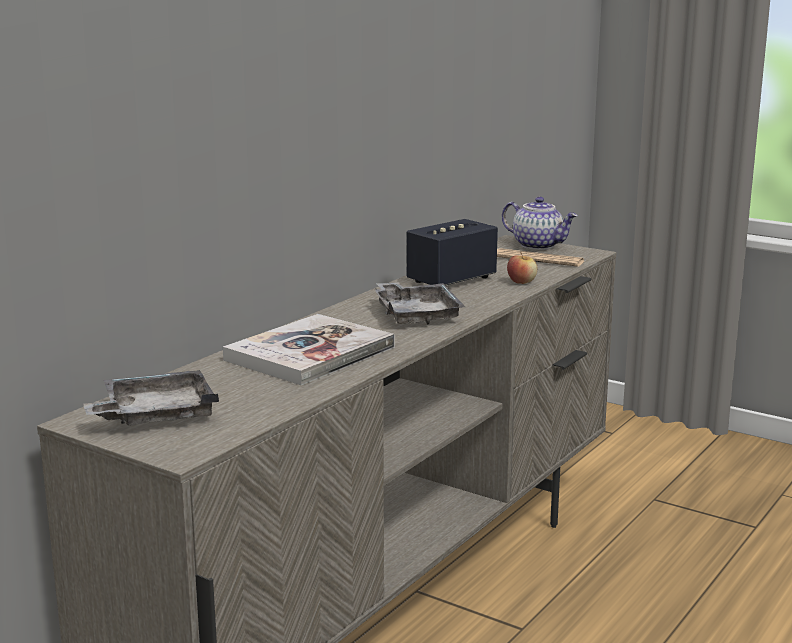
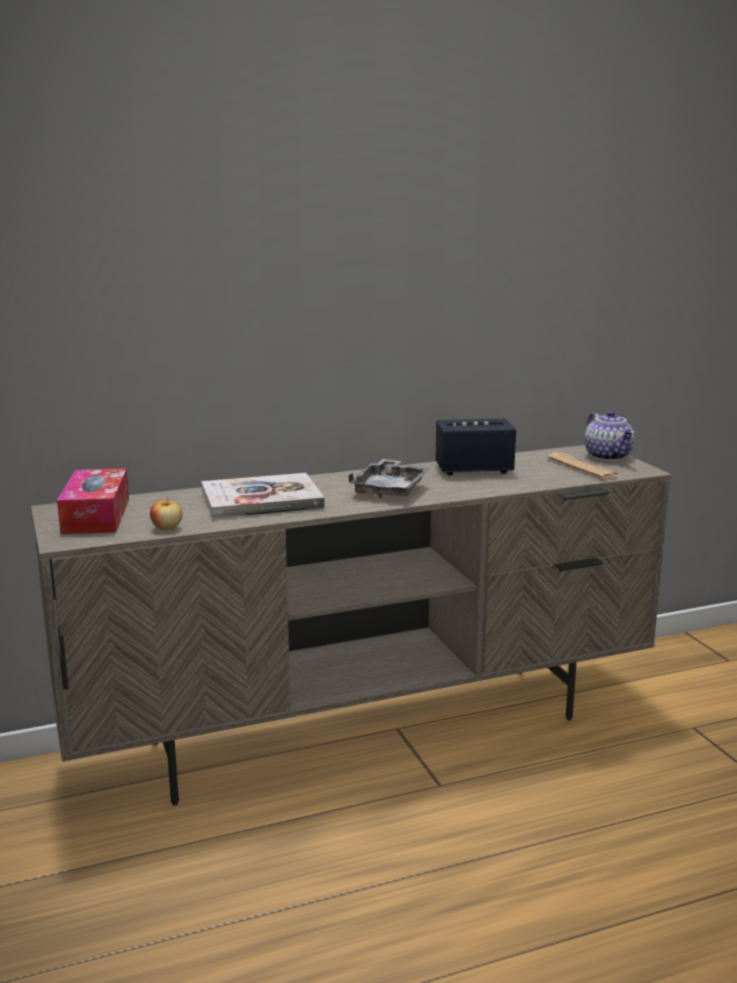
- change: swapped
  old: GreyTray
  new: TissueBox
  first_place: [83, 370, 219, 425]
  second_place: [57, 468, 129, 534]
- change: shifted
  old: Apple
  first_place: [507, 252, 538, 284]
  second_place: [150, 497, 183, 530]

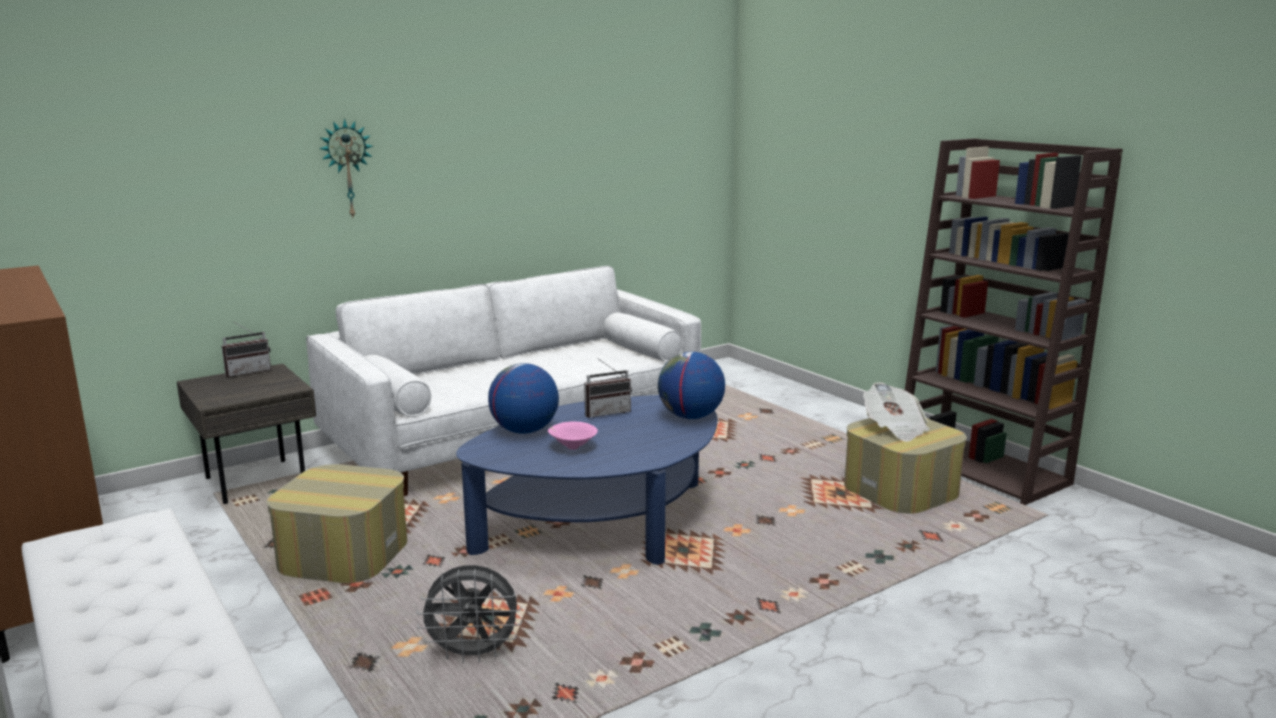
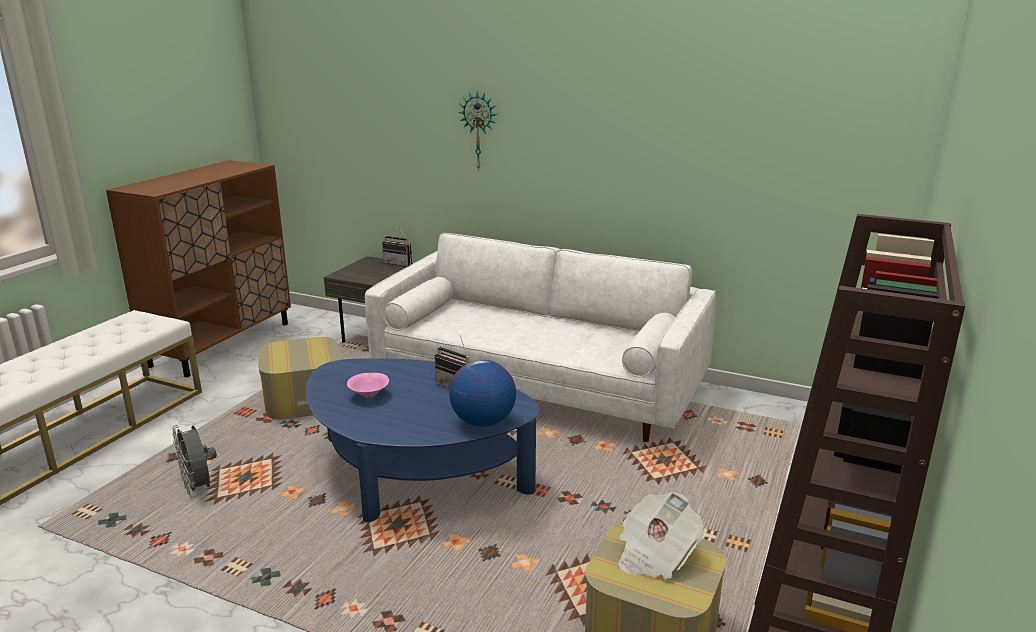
- change: gone
  old: Globe
  first_place: [488, 363, 559, 434]

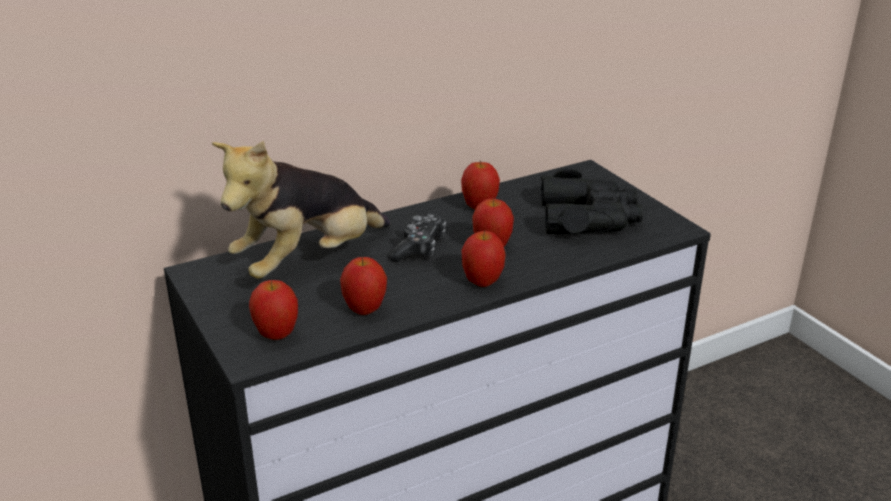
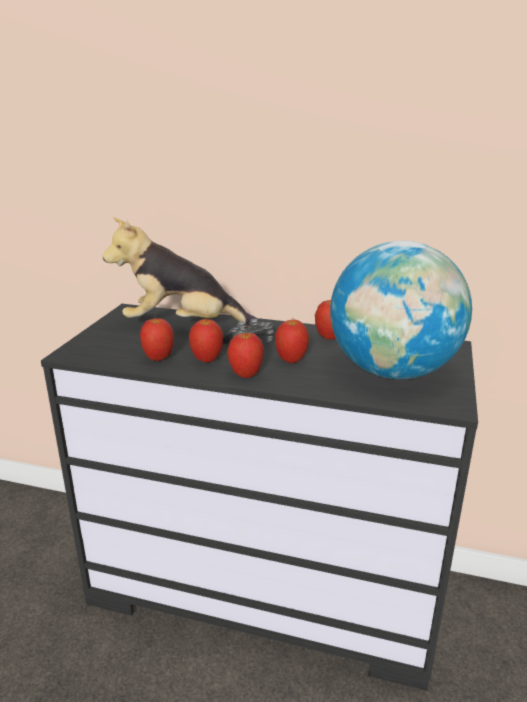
- change: shifted
  old: Apple
  first_place: [249, 280, 298, 340]
  second_place: [189, 317, 223, 363]
- change: swapped
  old: BlackBinoculars
  new: Globe
  first_place: [541, 168, 643, 234]
  second_place: [330, 241, 472, 379]

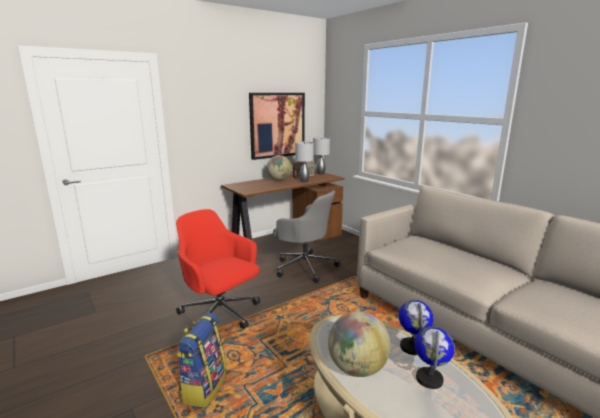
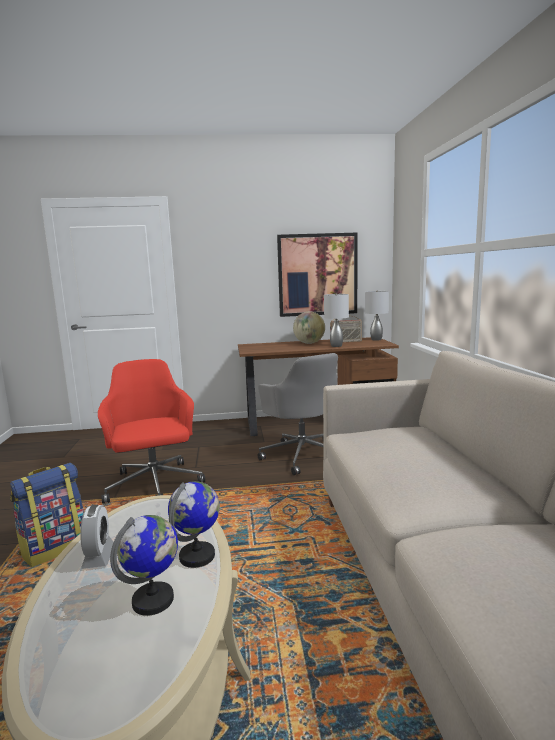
- change: swapped
  old: Globe
  new: AlarmClock
  first_place: [328, 311, 391, 377]
  second_place: [80, 505, 114, 569]

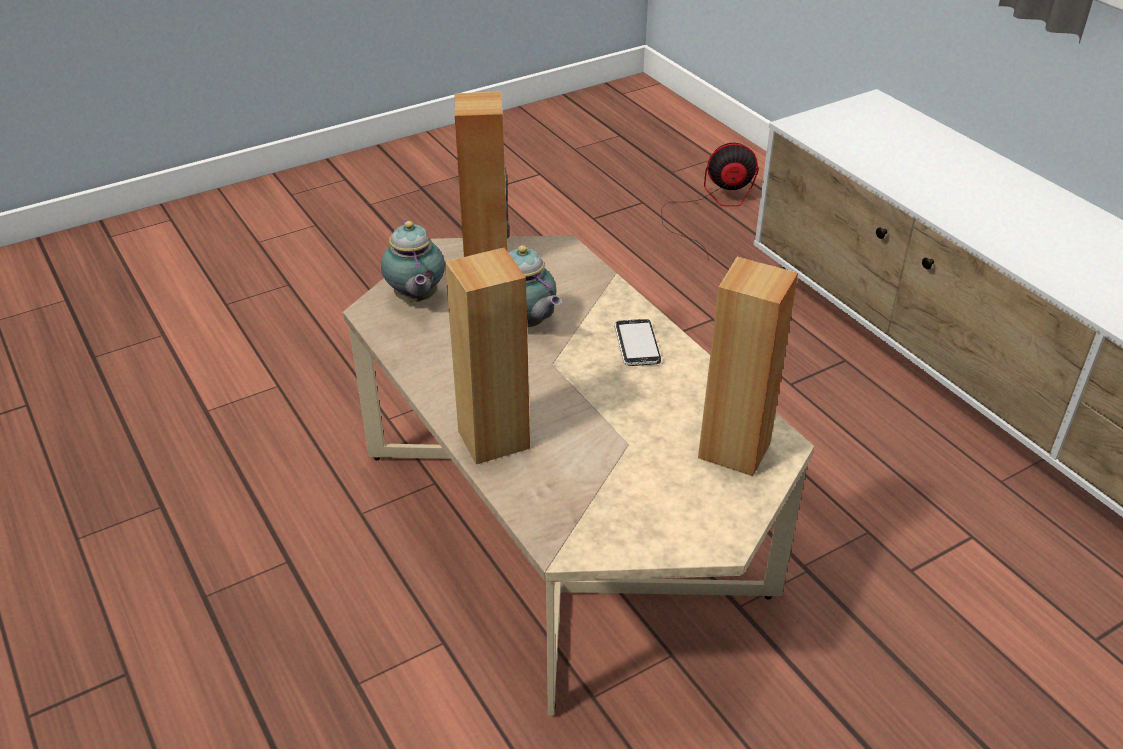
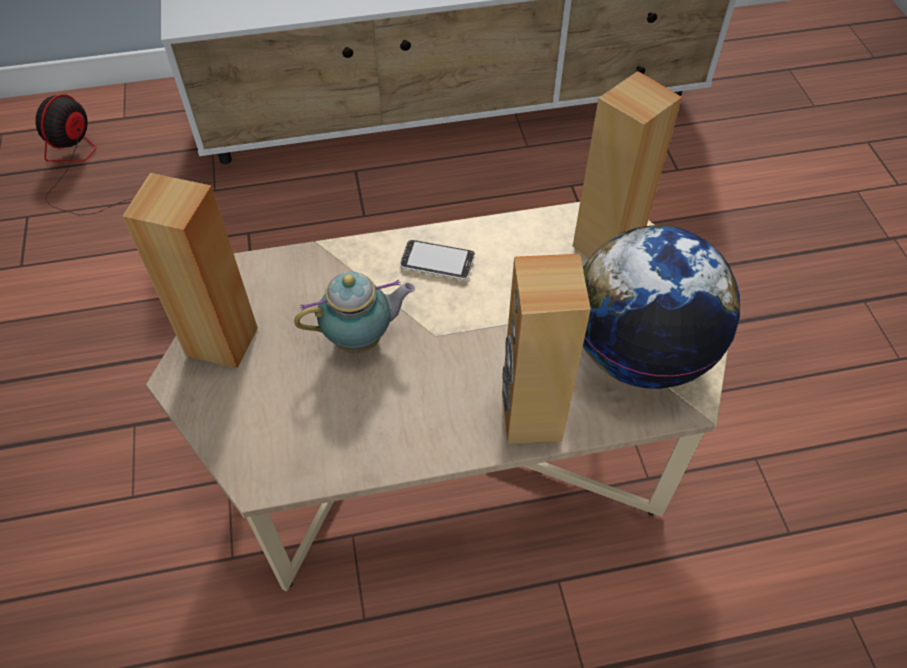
- change: new
  new: Globe
  second_place: [583, 225, 740, 389]
- change: gone
  old: Teapot
  first_place: [381, 220, 445, 302]

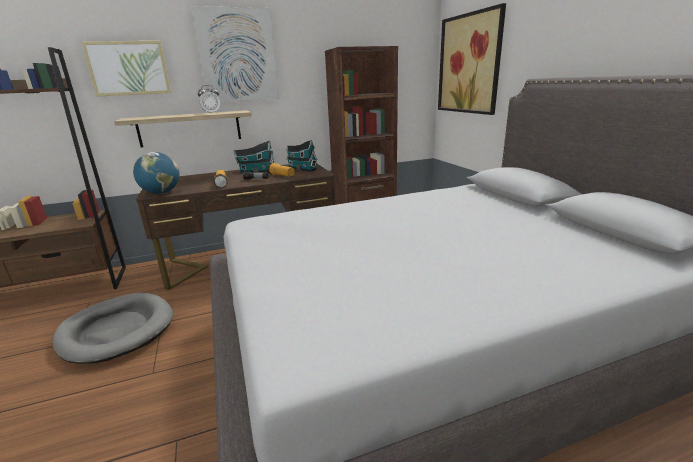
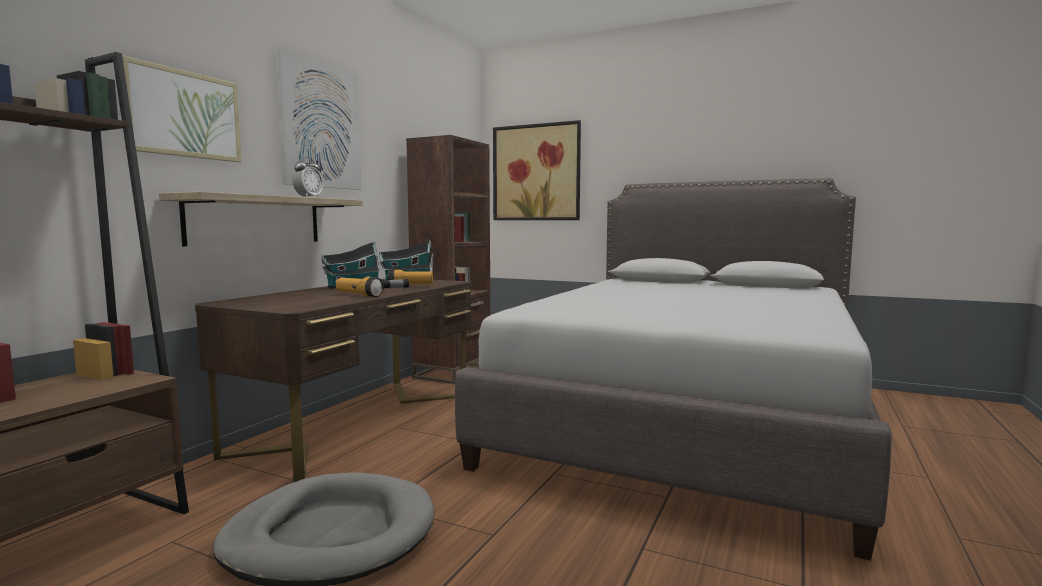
- change: gone
  old: Globe
  first_place: [133, 152, 180, 194]

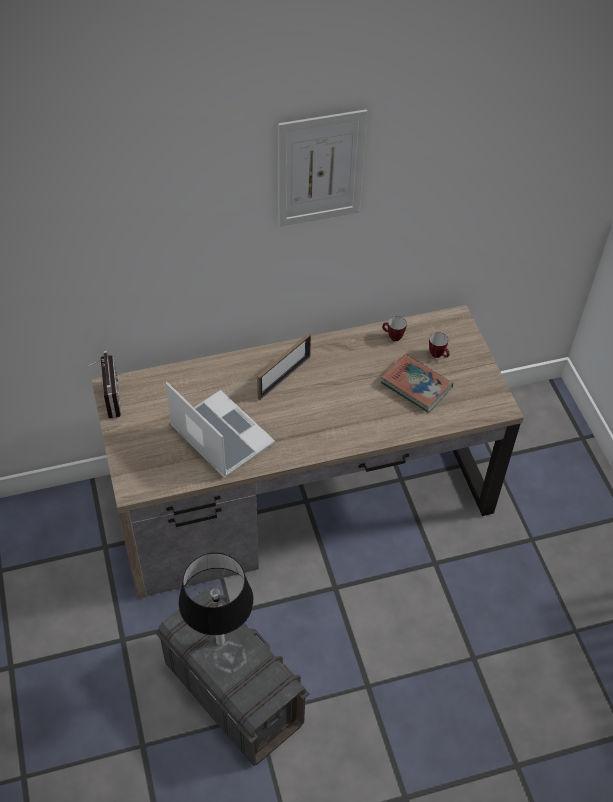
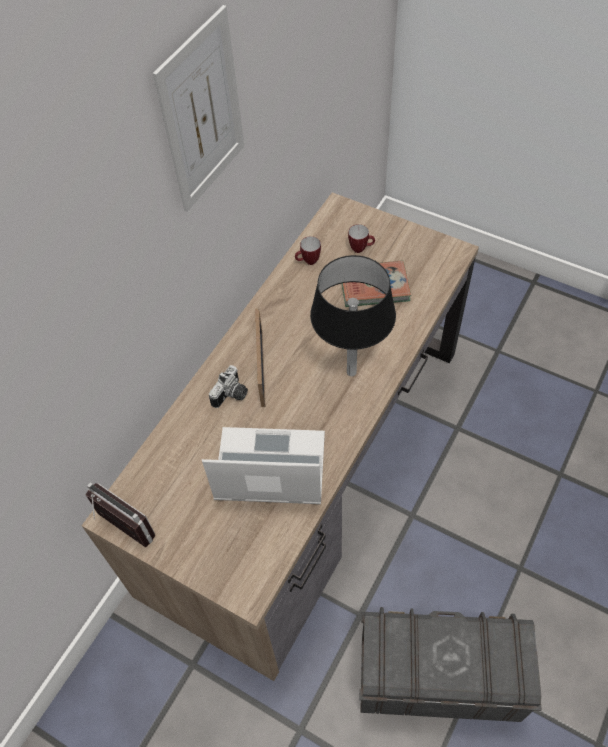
- change: new
  new: PhotoCamera
  second_place: [209, 365, 248, 408]
- change: shifted
  old: BlackTableLamp
  first_place: [178, 553, 254, 645]
  second_place: [310, 255, 396, 376]

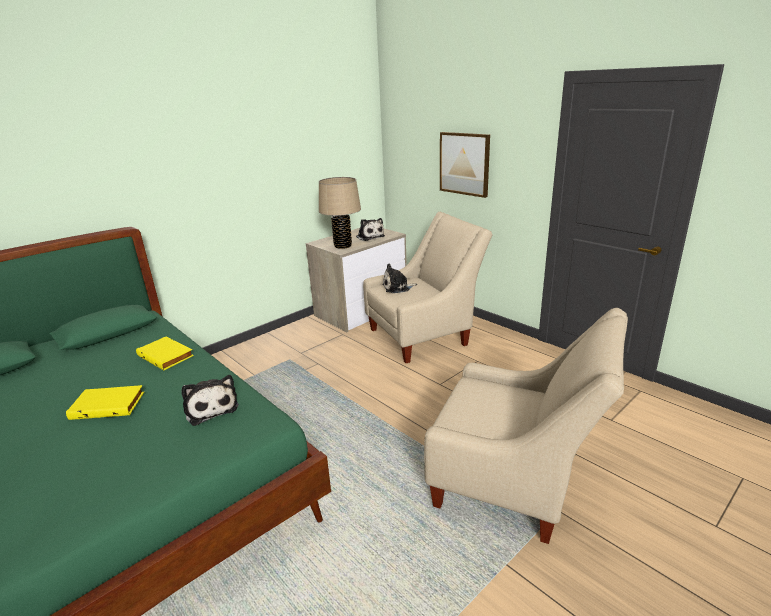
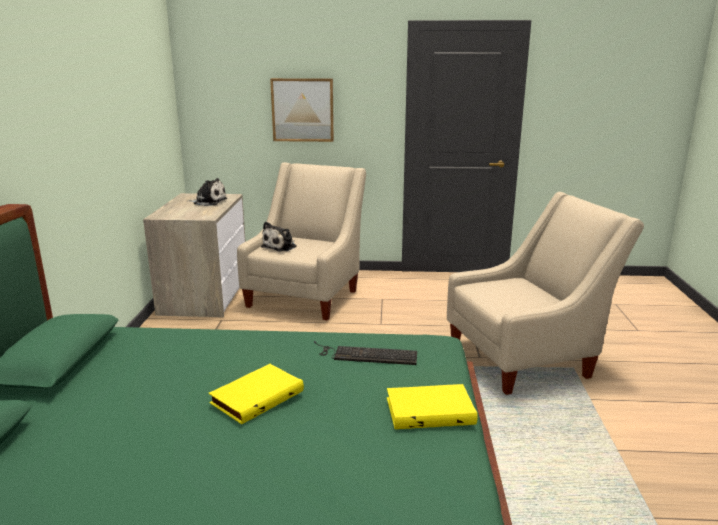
- change: swapped
  old: PlushToy
  new: Keyboard
  first_place: [182, 375, 239, 426]
  second_place: [314, 341, 417, 365]
- change: shifted
  old: YellowBook
  first_place: [136, 337, 194, 370]
  second_place: [387, 384, 477, 429]
- change: gone
  old: BeigeTableLamp
  first_place: [319, 177, 361, 249]

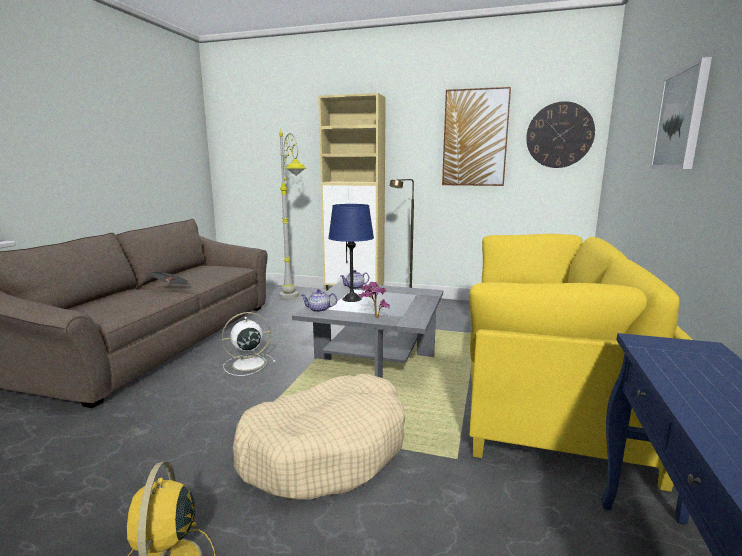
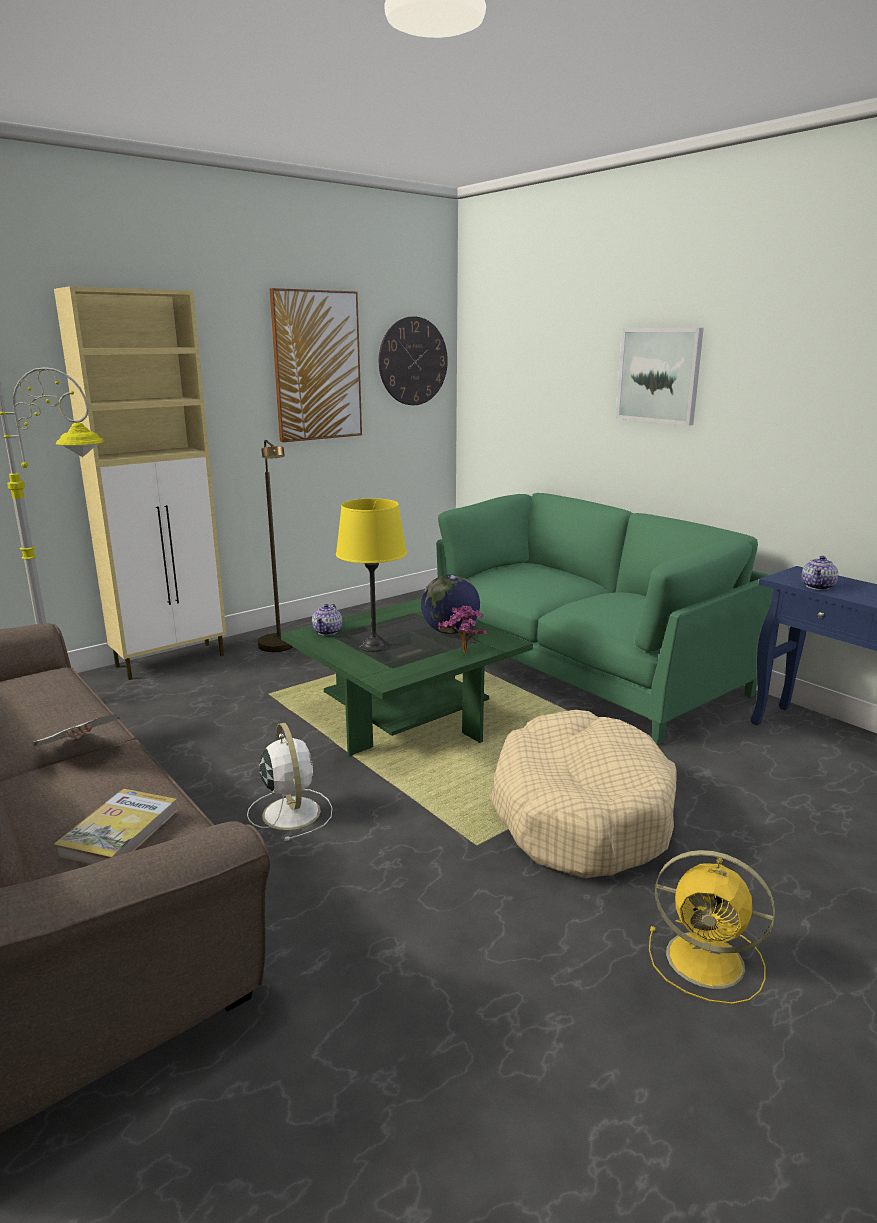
- change: new
  new: Book
  second_place: [54, 789, 178, 864]
- change: rotated
  old: WhiteFan
  first_place: [221, 312, 276, 376]
  second_place: [247, 723, 333, 841]
  degrees: 150
- change: repainted
  old: GreyCoffeeTable
  new: GreenCoffeeTable
  first_place: [292, 282, 443, 378]
  second_place: [281, 598, 533, 757]
- change: repainted
  old: BlueTableLamp
  new: YellowTableLamp
  first_place: [328, 204, 374, 302]
  second_place: [336, 498, 407, 652]
- change: new
  new: Globe
  second_place: [421, 574, 480, 634]
- change: repainted
  old: YellowSofa
  new: GreenSofa
  first_place: [469, 234, 693, 492]
  second_place: [436, 493, 773, 745]
- change: shifted
  old: Teapot
  first_place: [301, 289, 337, 312]
  second_place: [801, 556, 838, 590]

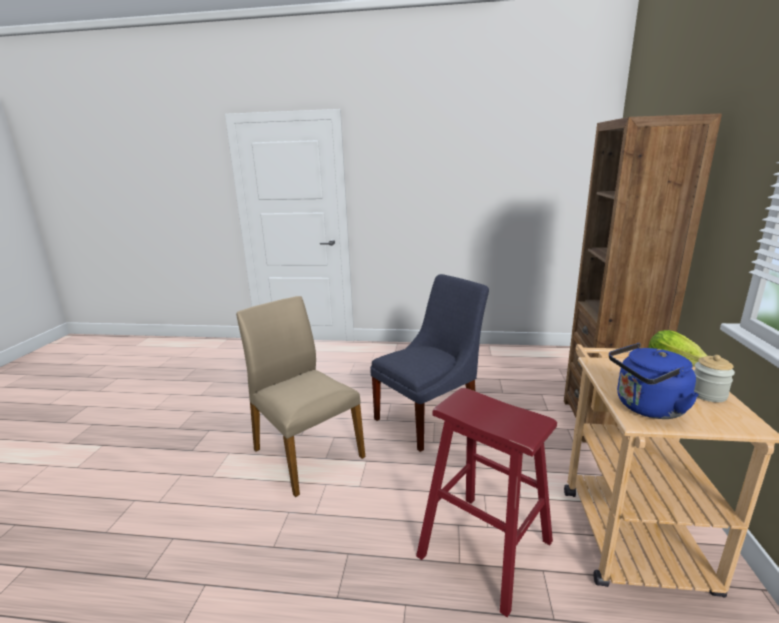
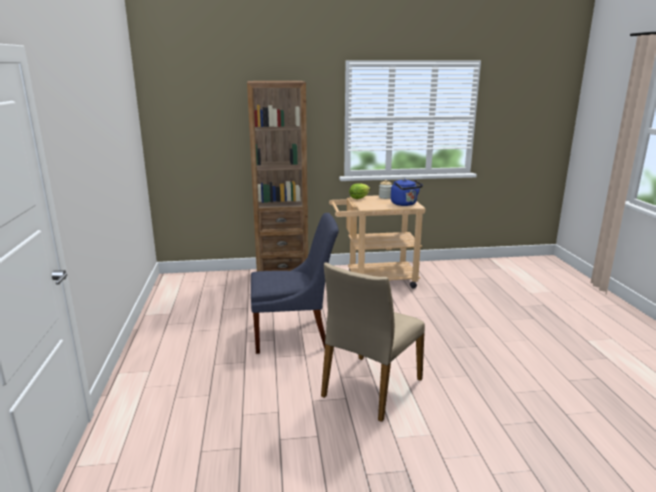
- change: rotated
  old: BlueChair
  first_place: [370, 274, 489, 452]
  second_place: [251, 213, 339, 354]
  degrees: 135
- change: gone
  old: RedStool
  first_place: [416, 388, 557, 617]

